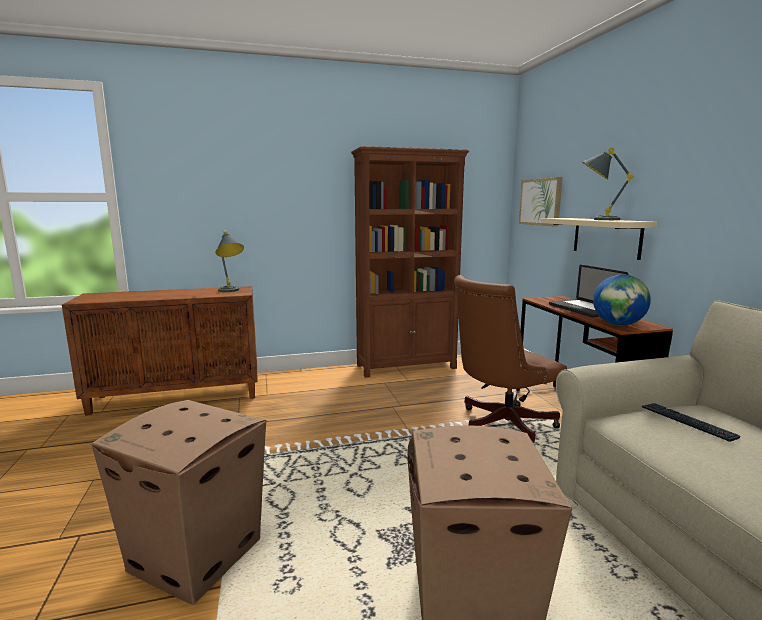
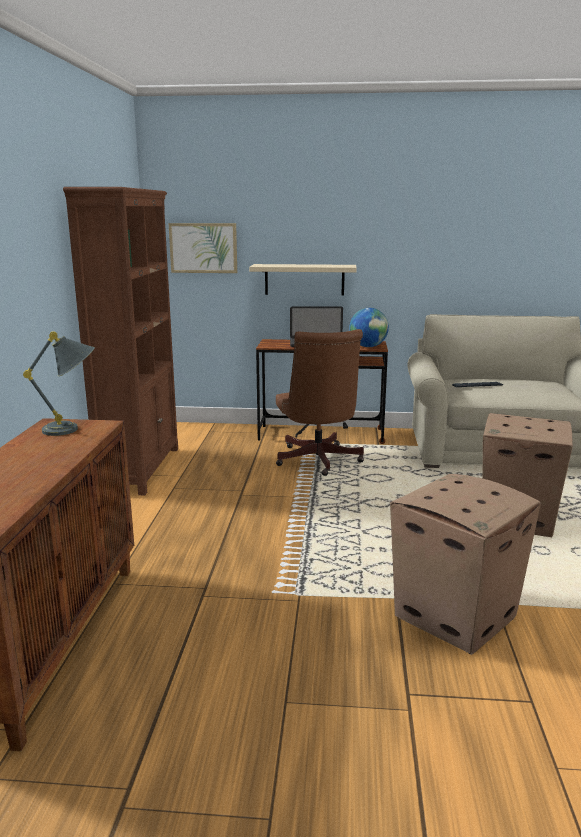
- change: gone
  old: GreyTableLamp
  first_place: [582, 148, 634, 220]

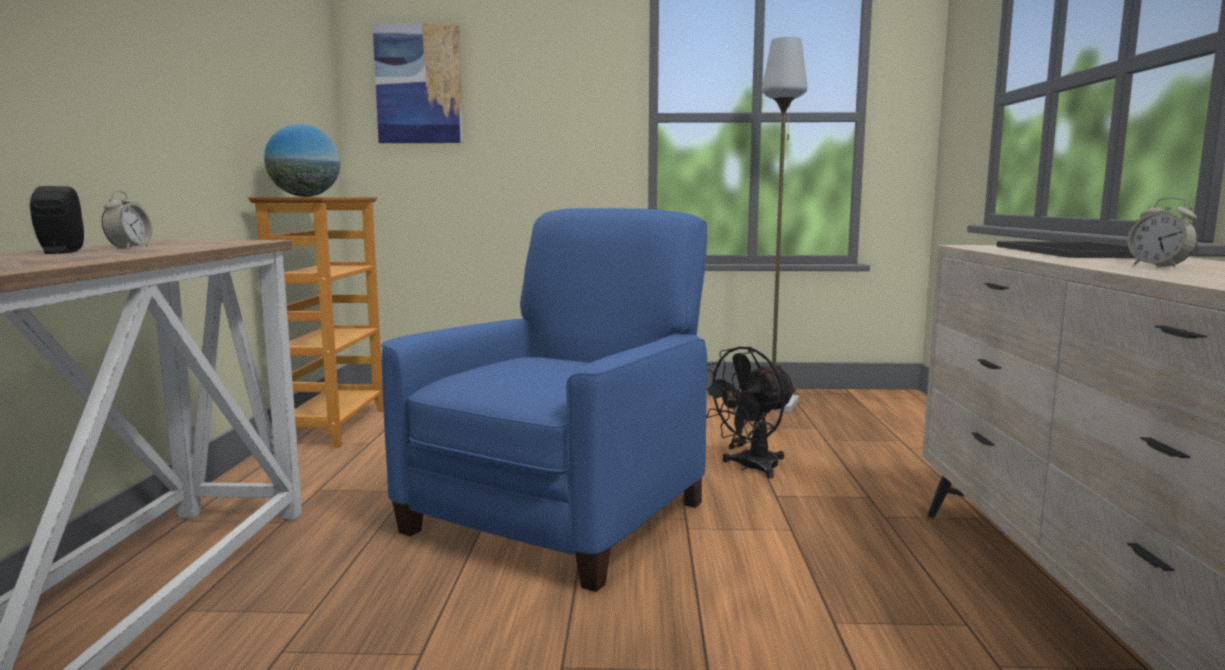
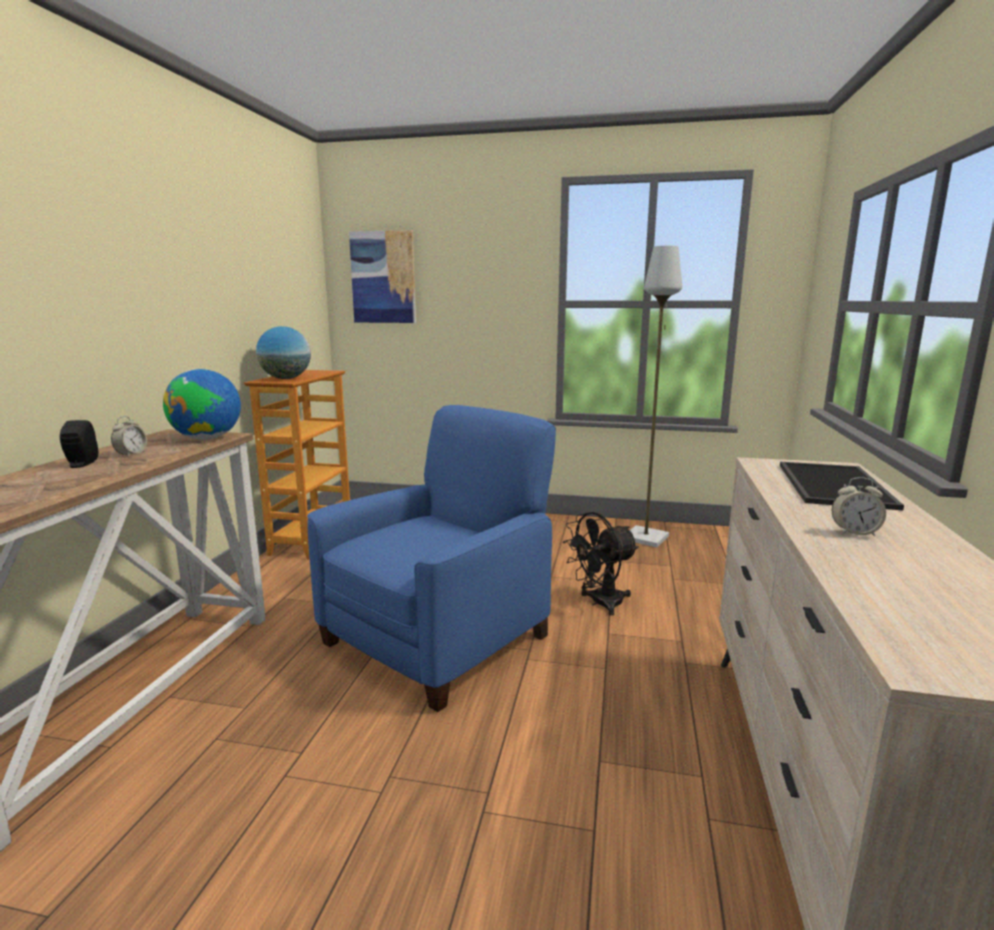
- change: new
  new: Globe
  second_place: [163, 369, 241, 440]
- change: rotated
  old: AlarmClock
  first_place: [1127, 197, 1198, 268]
  second_place: [832, 477, 886, 536]
  degrees: -60

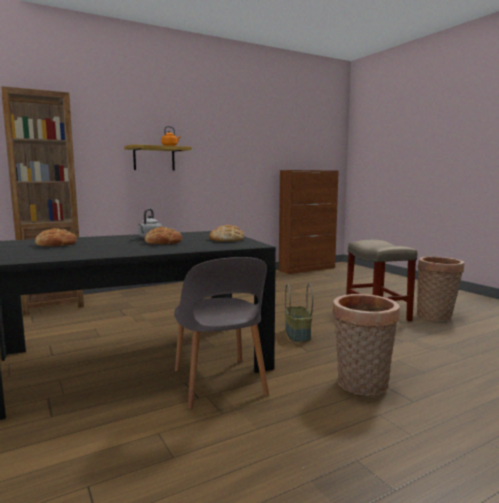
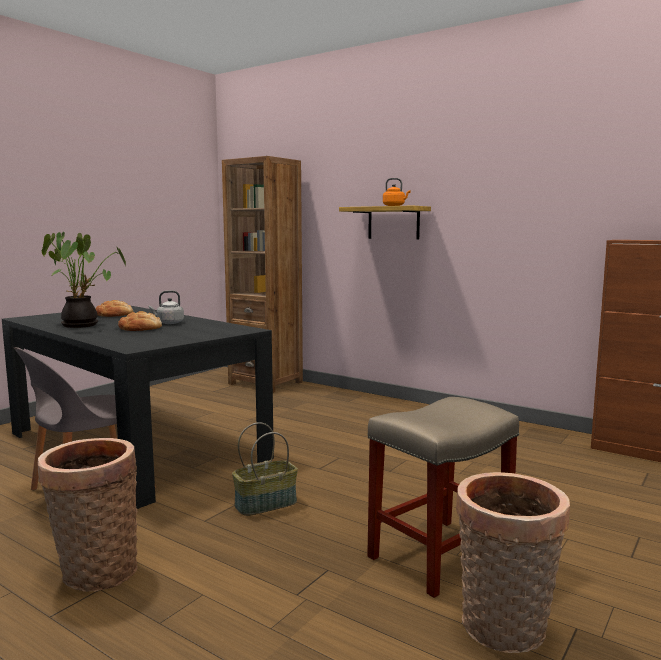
- change: new
  new: PottedPlant
  second_place: [42, 232, 126, 328]
- change: gone
  old: Bread
  first_place: [209, 225, 244, 241]

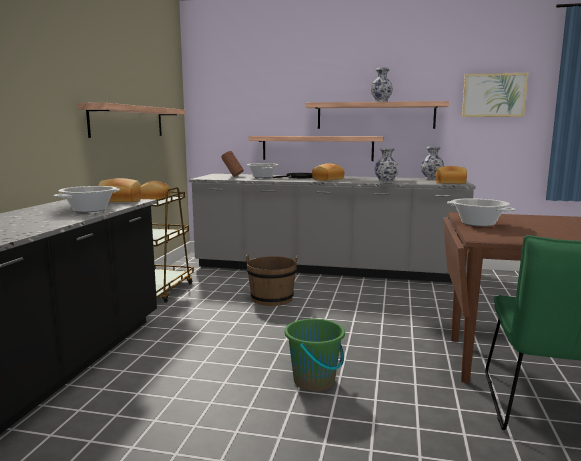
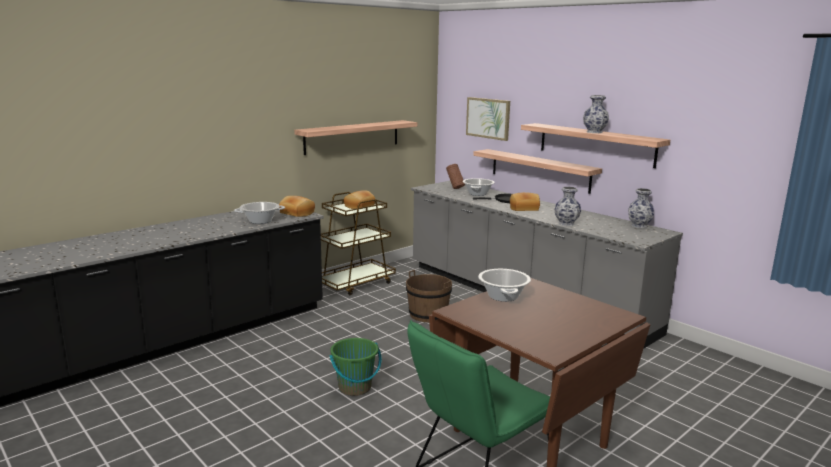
- change: shifted
  old: Picture
  first_place: [462, 73, 528, 117]
  second_place: [466, 97, 510, 141]
- change: gone
  old: Bread
  first_place: [436, 166, 467, 184]

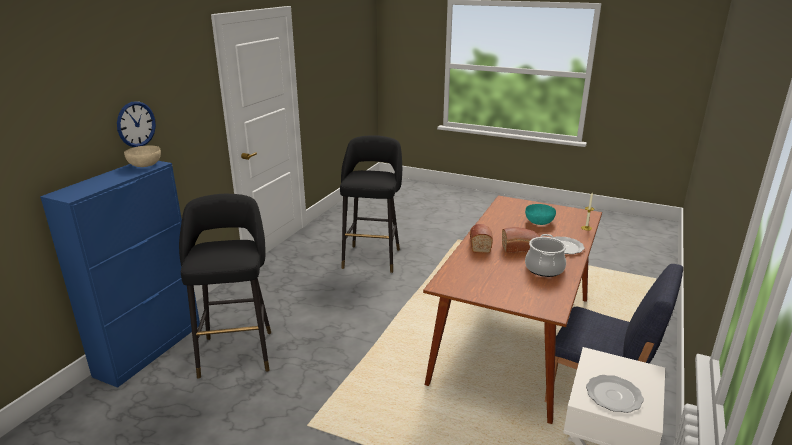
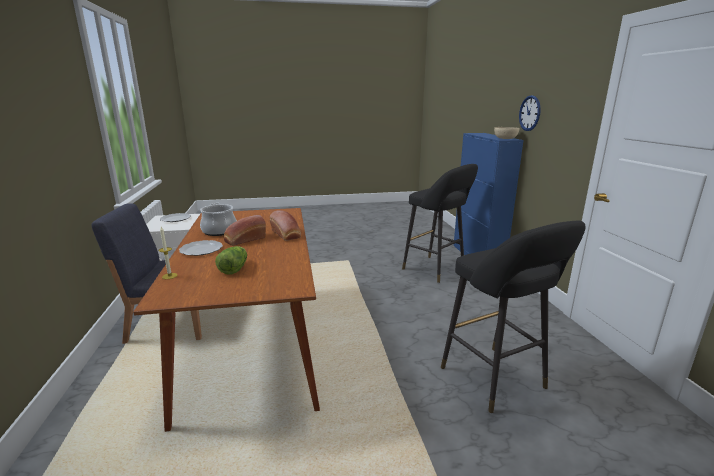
- change: swapped
  old: TurquoiseBowl
  new: Lettuce
  first_place: [525, 204, 556, 225]
  second_place: [215, 246, 247, 274]

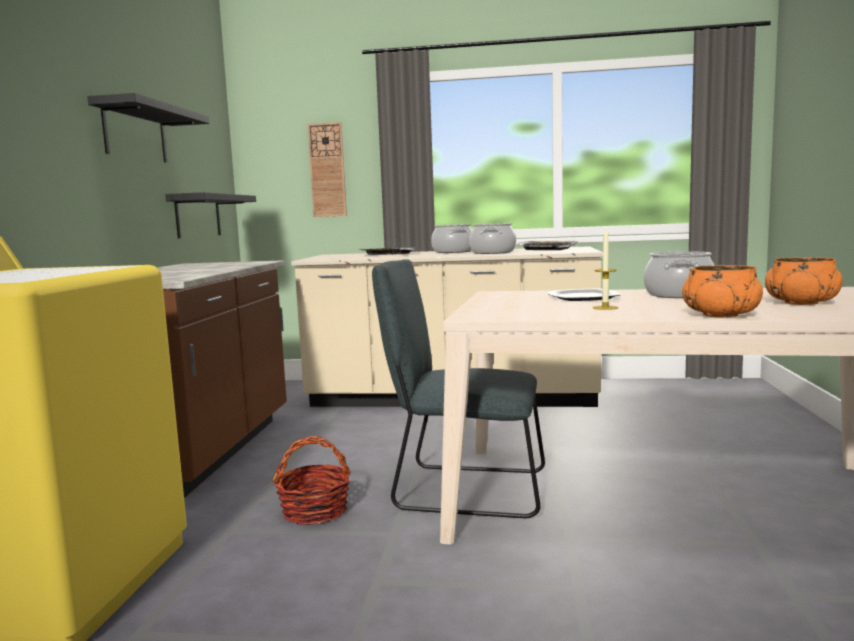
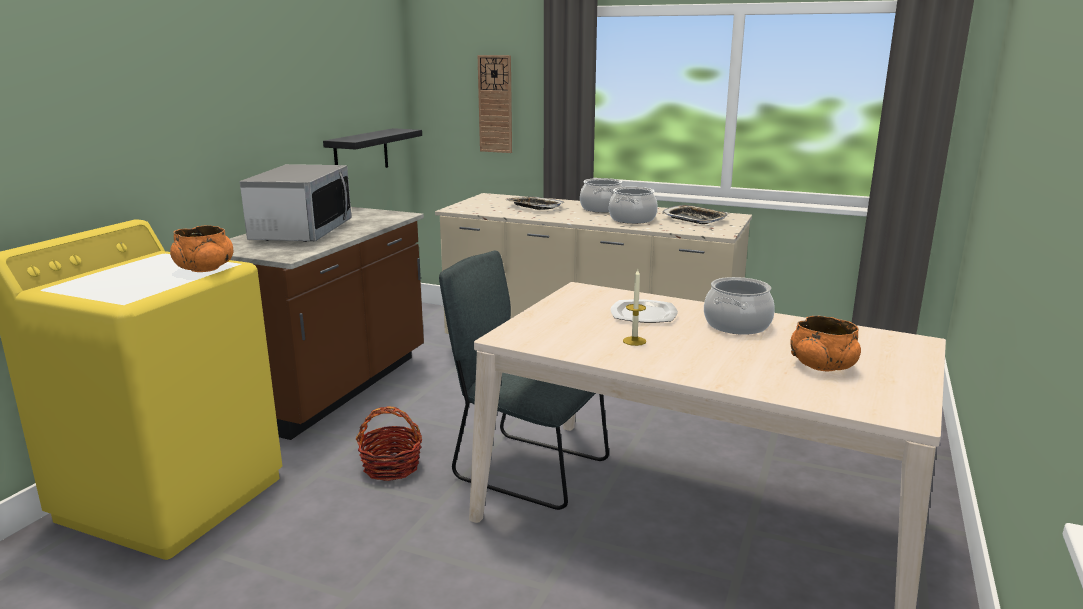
- change: shifted
  old: OrangeBowl
  first_place: [682, 265, 763, 317]
  second_place: [170, 225, 233, 272]
- change: new
  new: Microwave
  second_place: [240, 164, 352, 242]
- change: gone
  old: BlackShelf
  first_place: [87, 93, 209, 163]

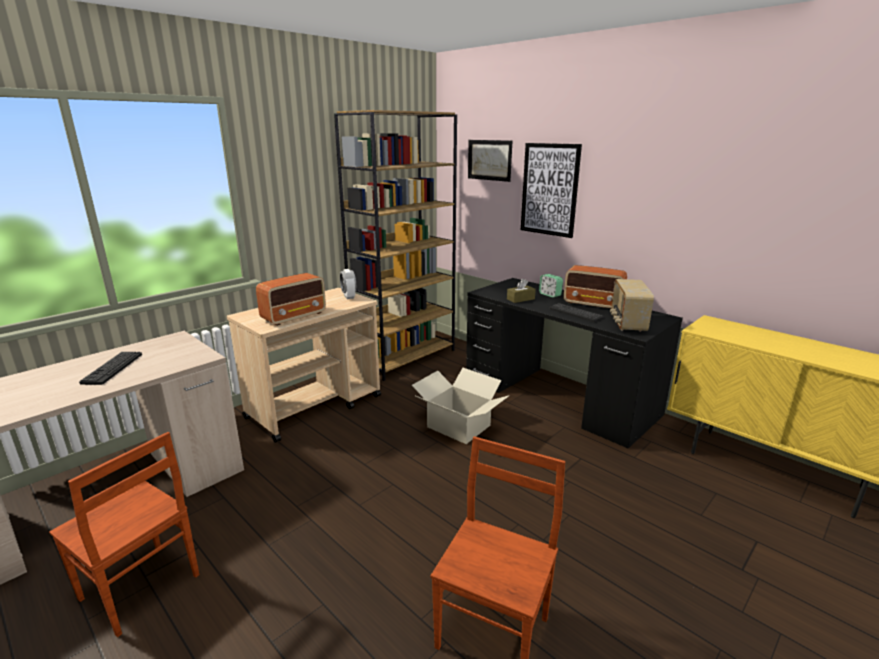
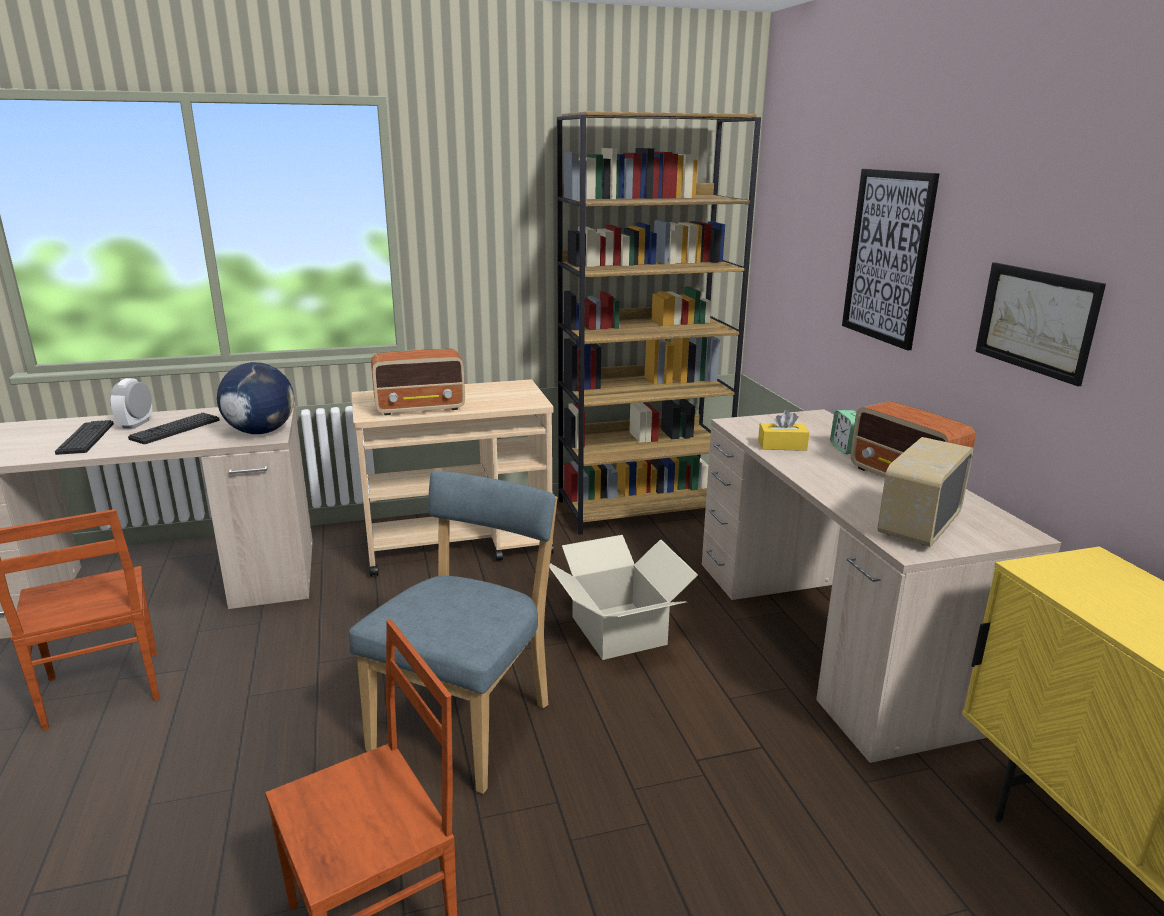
- change: shifted
  old: Keyboard
  first_place: [549, 303, 604, 322]
  second_place: [55, 420, 114, 455]
- change: shifted
  old: AlarmClock
  first_place: [340, 269, 356, 299]
  second_place: [110, 378, 153, 429]
- change: new
  new: Globe
  second_place: [217, 362, 294, 434]
- change: new
  new: BlueChair
  second_place: [349, 471, 558, 794]
- change: repainted
  old: BlackDesk
  new: BeigeDesk
  first_place: [466, 278, 683, 448]
  second_place: [702, 409, 1061, 763]
- change: repainted
  old: BrownTissueBox
  new: YellowTissueBox
  first_place: [507, 279, 536, 303]
  second_place: [758, 410, 809, 451]
- change: shifted
  old: Picture
  first_place: [468, 140, 512, 182]
  second_place: [975, 262, 1106, 386]

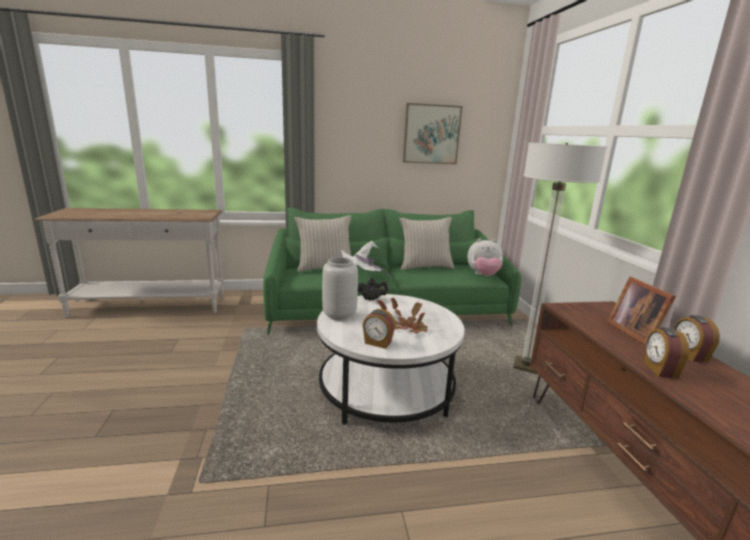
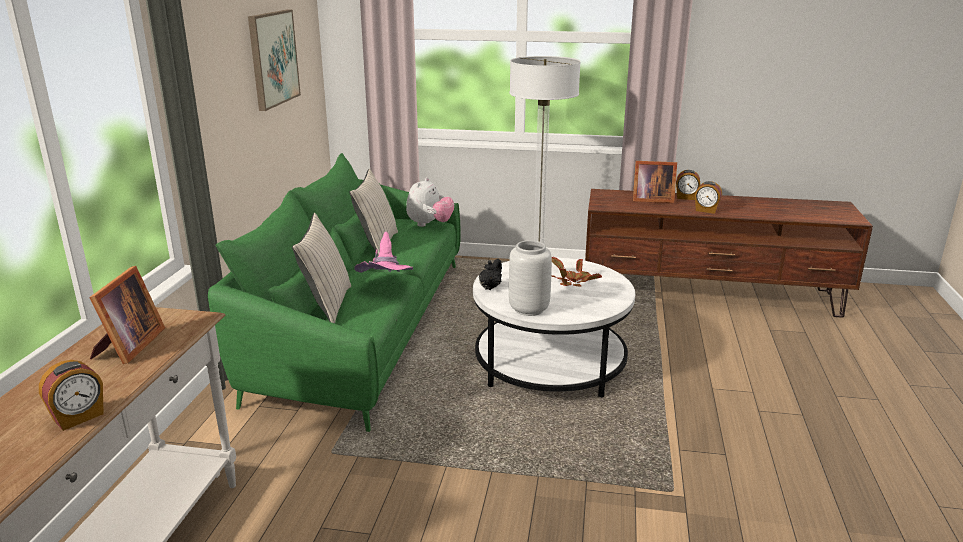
- change: shifted
  old: AlarmClock
  first_place: [362, 309, 396, 349]
  second_place: [39, 360, 104, 431]
- change: new
  new: PictureFrame
  second_place: [89, 266, 165, 364]
- change: repainted
  old: WhiteHat
  new: PinkHat
  first_place: [341, 241, 390, 277]
  second_place: [354, 232, 413, 273]

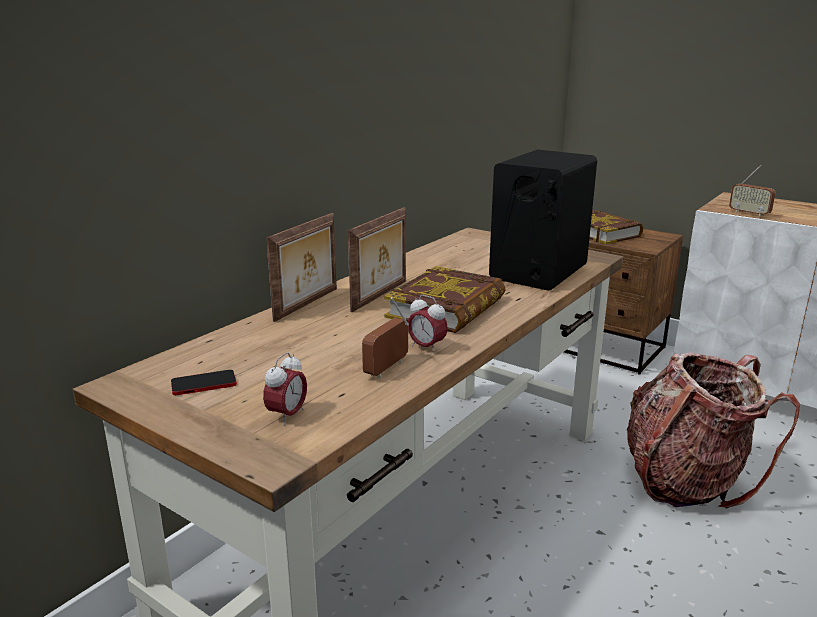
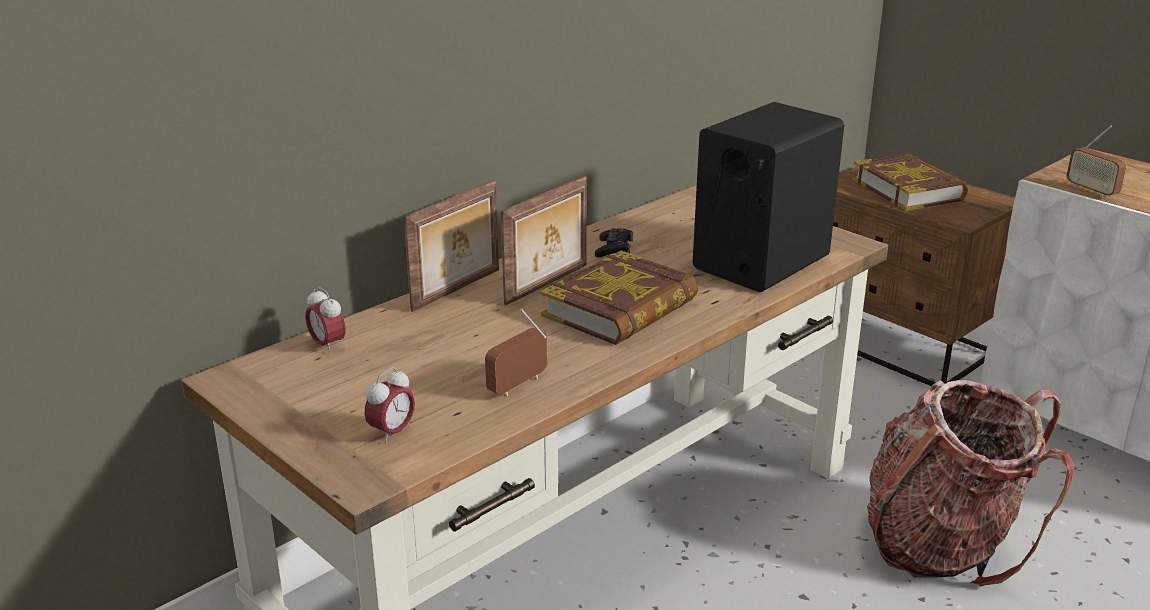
- change: shifted
  old: AlarmClock
  first_place: [408, 295, 448, 354]
  second_place: [306, 287, 346, 354]
- change: new
  new: BlackGameController
  second_place: [595, 228, 633, 258]
- change: gone
  old: Phone
  first_place: [171, 370, 237, 395]

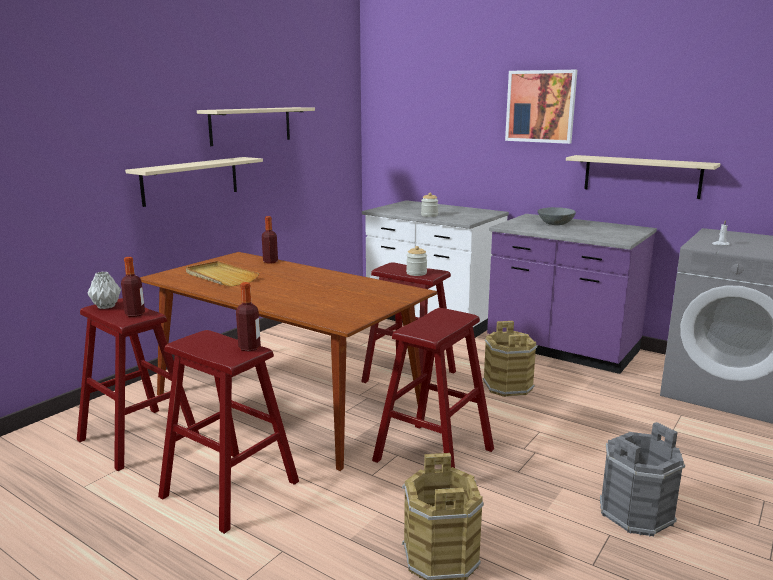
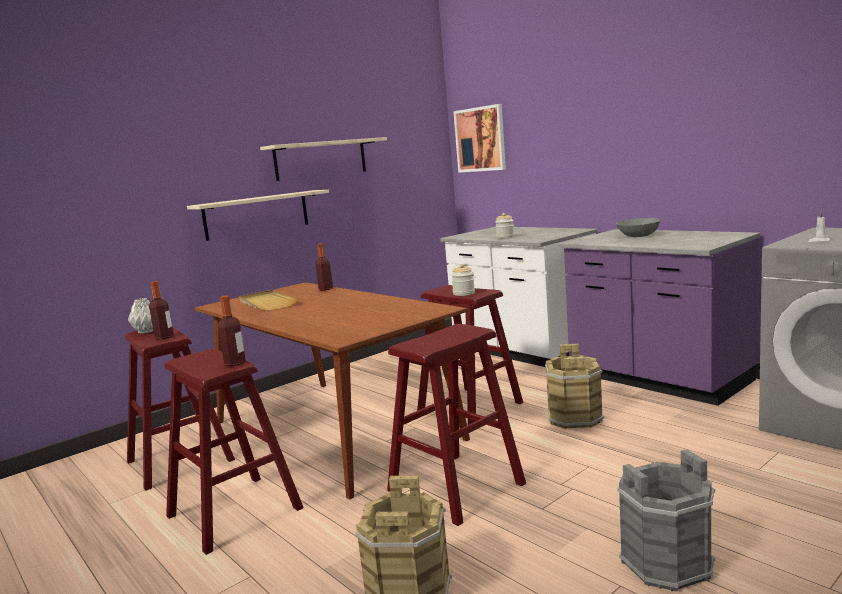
- change: shifted
  old: Picture
  first_place: [505, 70, 577, 144]
  second_place: [453, 104, 506, 173]
- change: gone
  old: BeigeShelf
  first_place: [566, 155, 721, 199]

